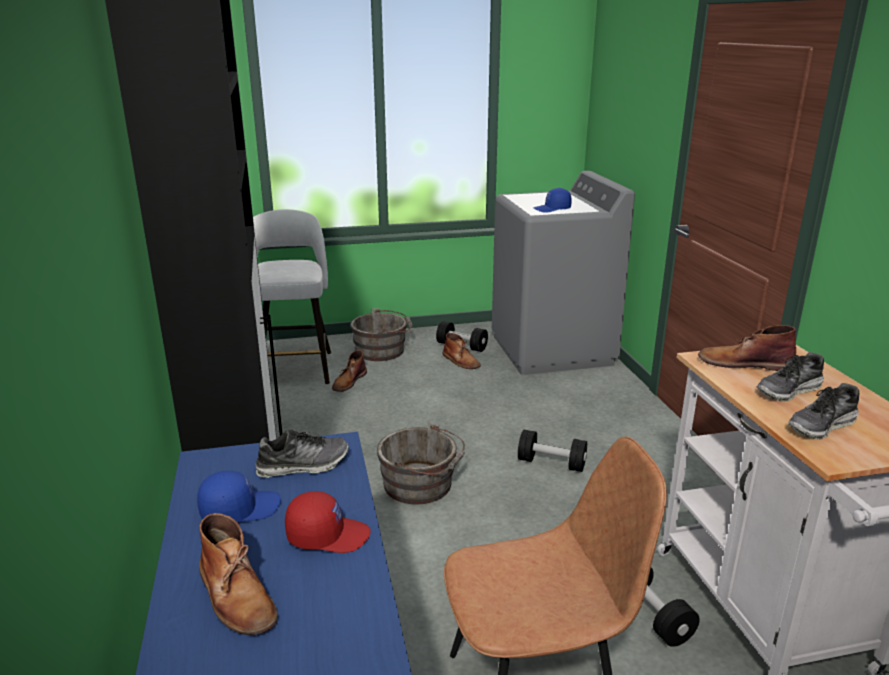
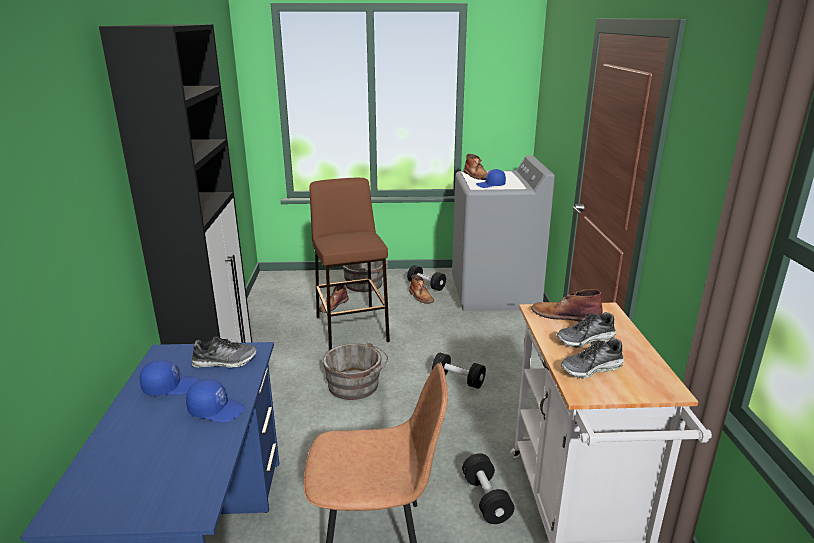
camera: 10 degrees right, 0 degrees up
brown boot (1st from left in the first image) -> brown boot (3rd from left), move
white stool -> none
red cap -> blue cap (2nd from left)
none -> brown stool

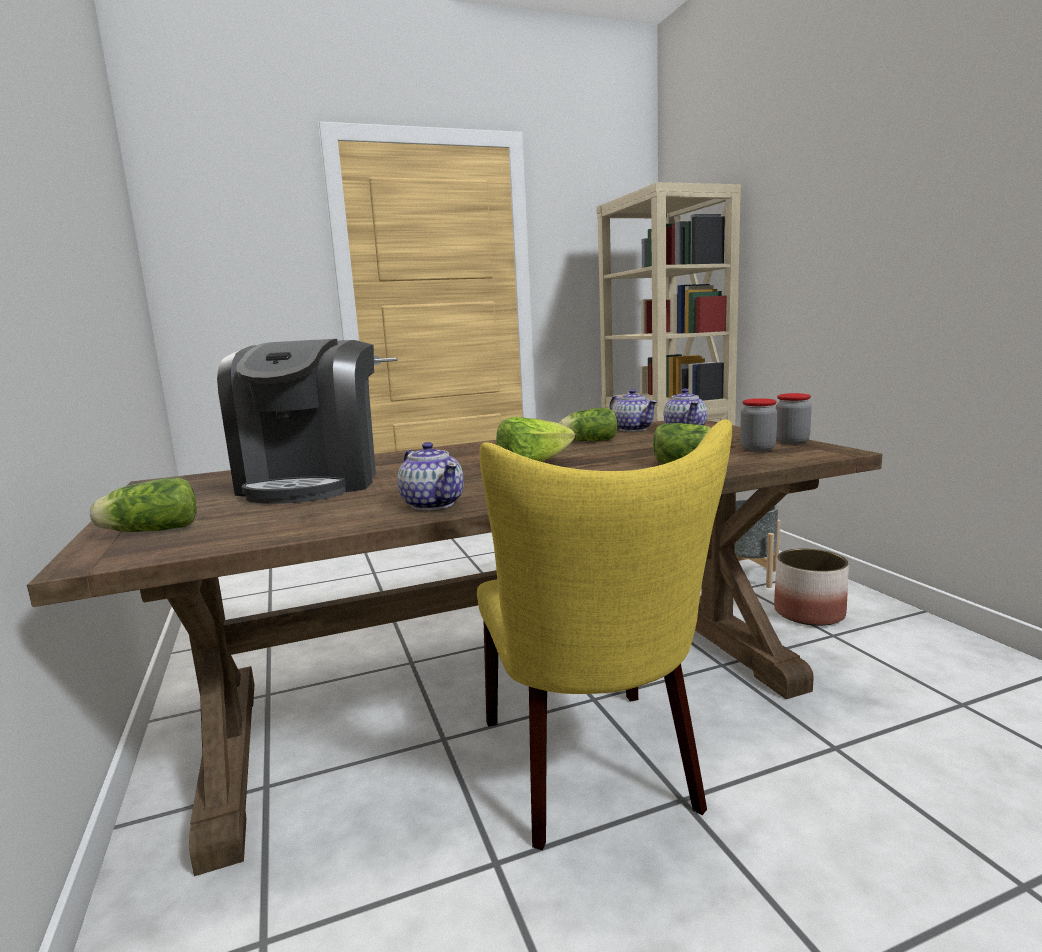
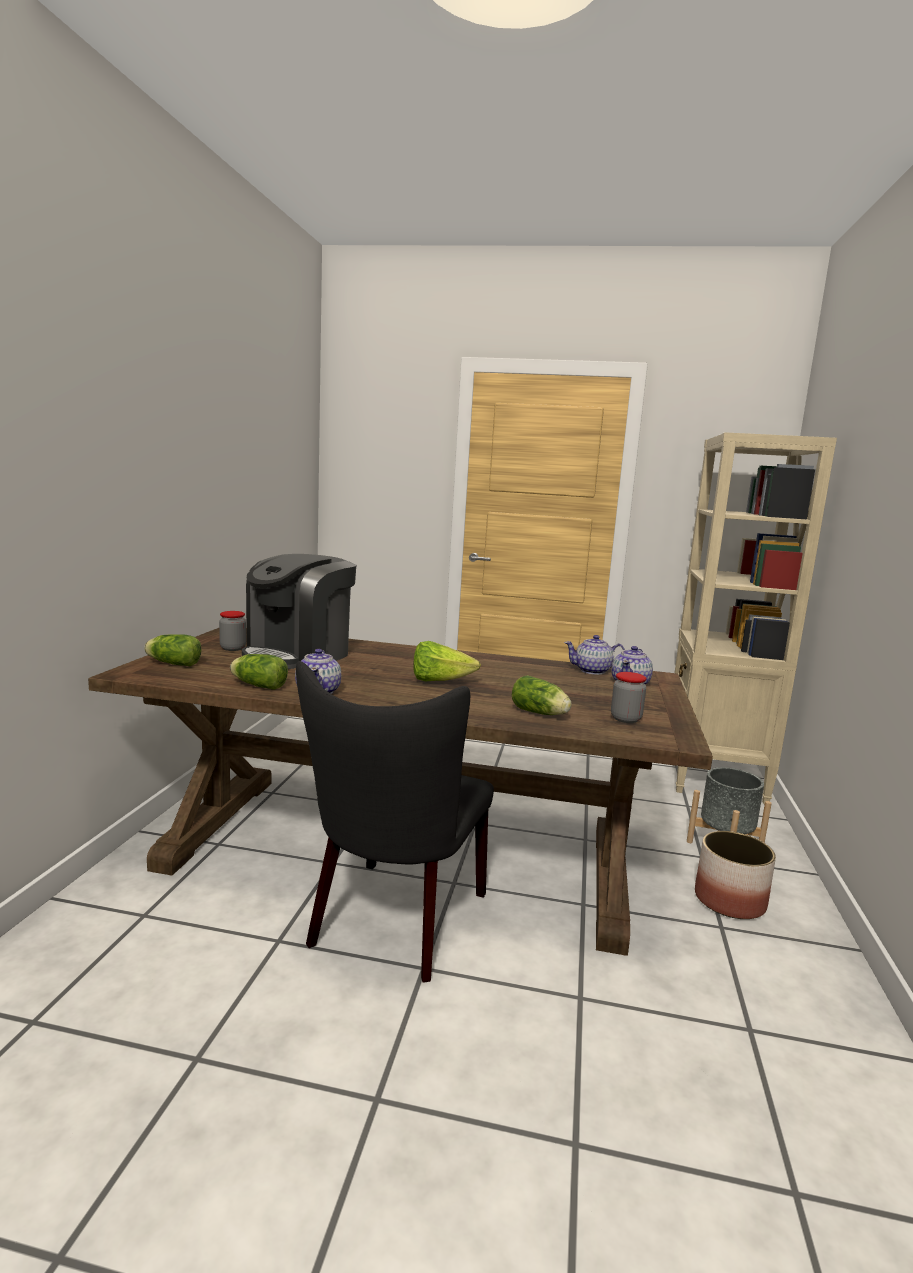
camera: 30 degrees right, 0 degrees up
yellow chair -> black chair
lettuce (3rd from left in the first image) -> lettuce (2nd from left), move
teapot (2nd from left), 90 degrees clockwise
jar (2nd from left in the first image) -> jar (1st from left), move

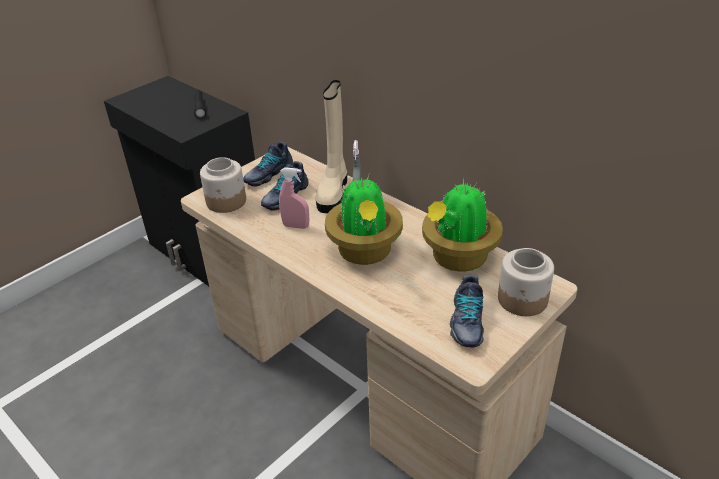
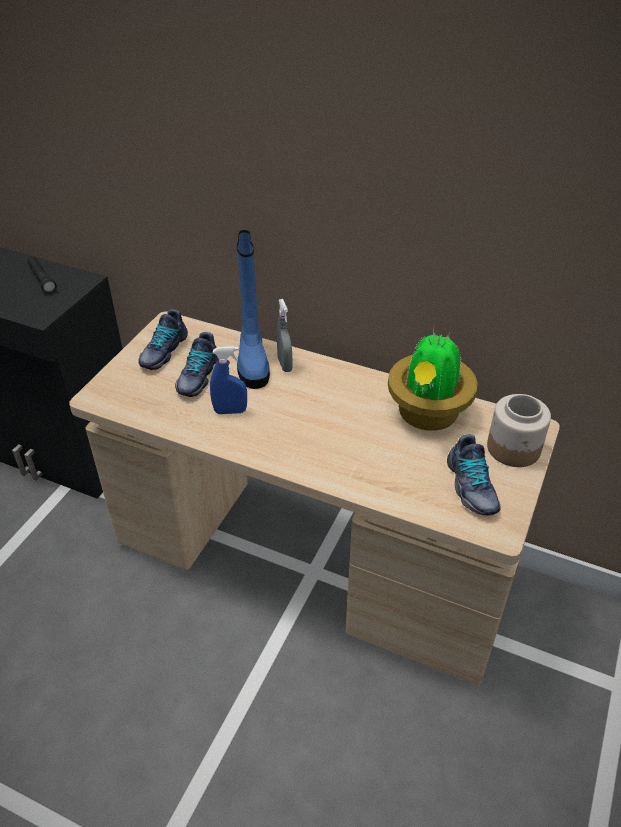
camera: 20 degrees left, 5 degrees up
jar (1st from left) -> none
pink spray bottle -> blue spray bottle
beige boot -> blue boot
potted plant (1st from left) -> none

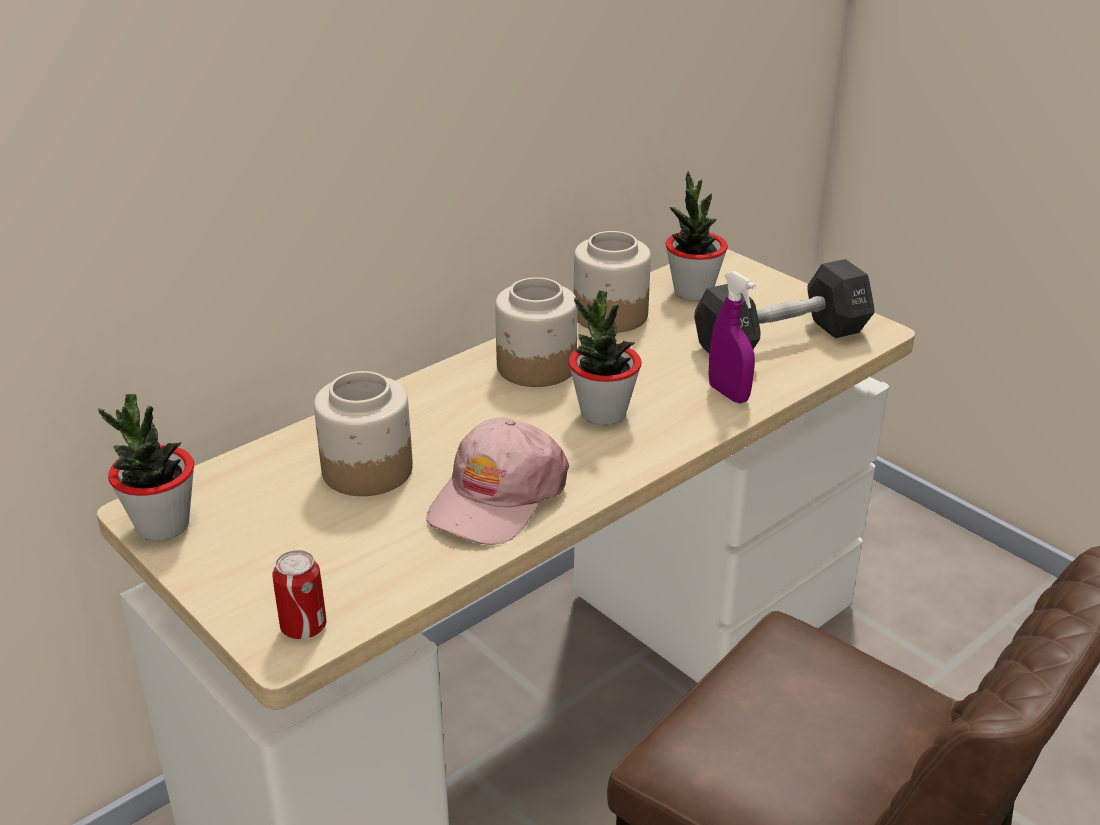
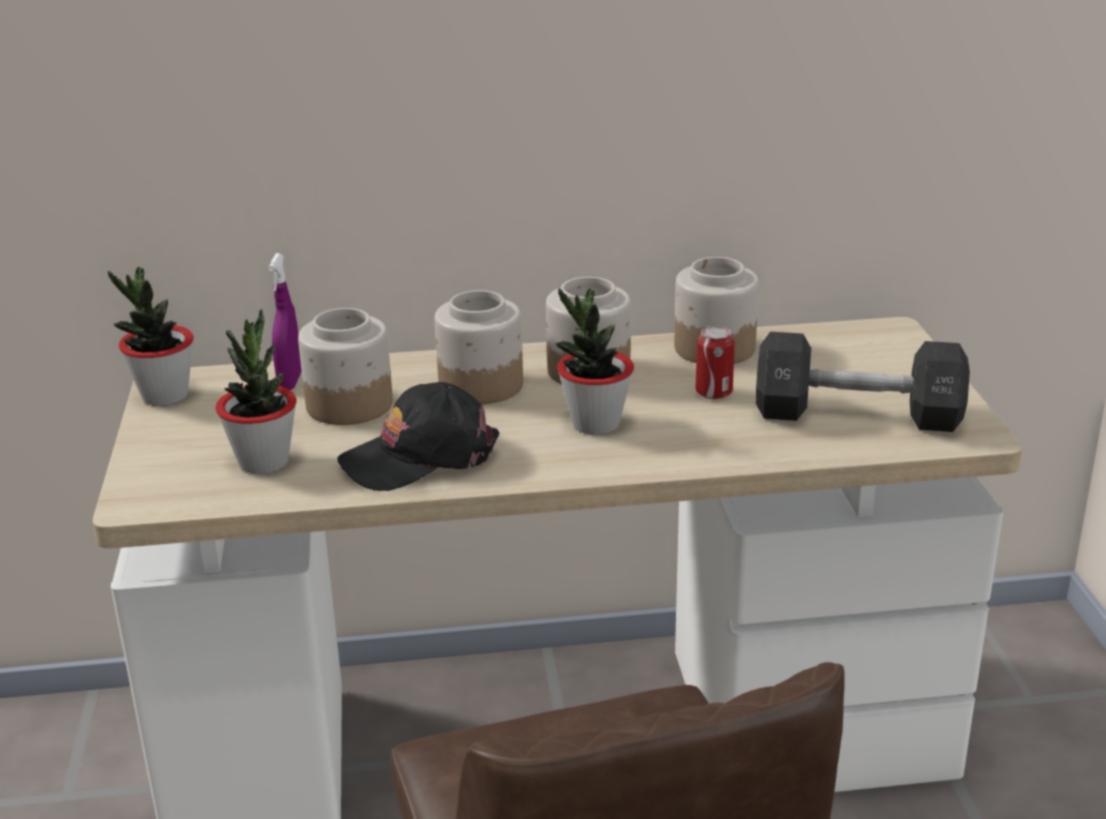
camera: 35 degrees right, 5 degrees down
can, move
pink cap -> black cap
potted plant (3rd from left in the first image) -> potted plant (2nd from left), move
purple spray bottle, move
none -> jar (2nd from left)

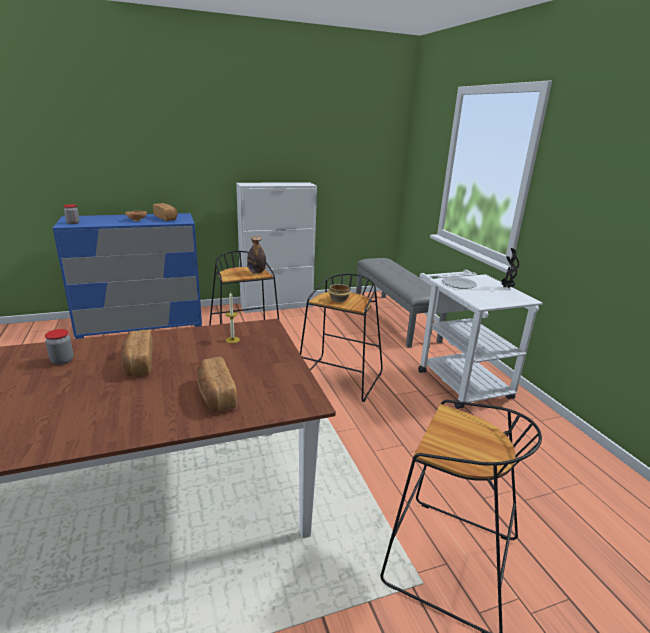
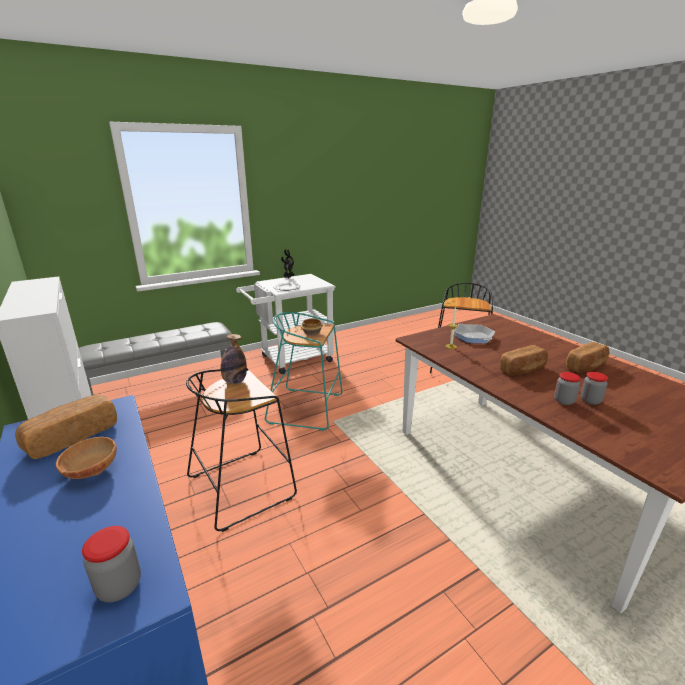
camera: 100 degrees left, 0 degrees up
bread (3rd from left), move
black stool (2nd from left) -> turquoise stool
none -> frying pan
none -> jar (3rd from left)

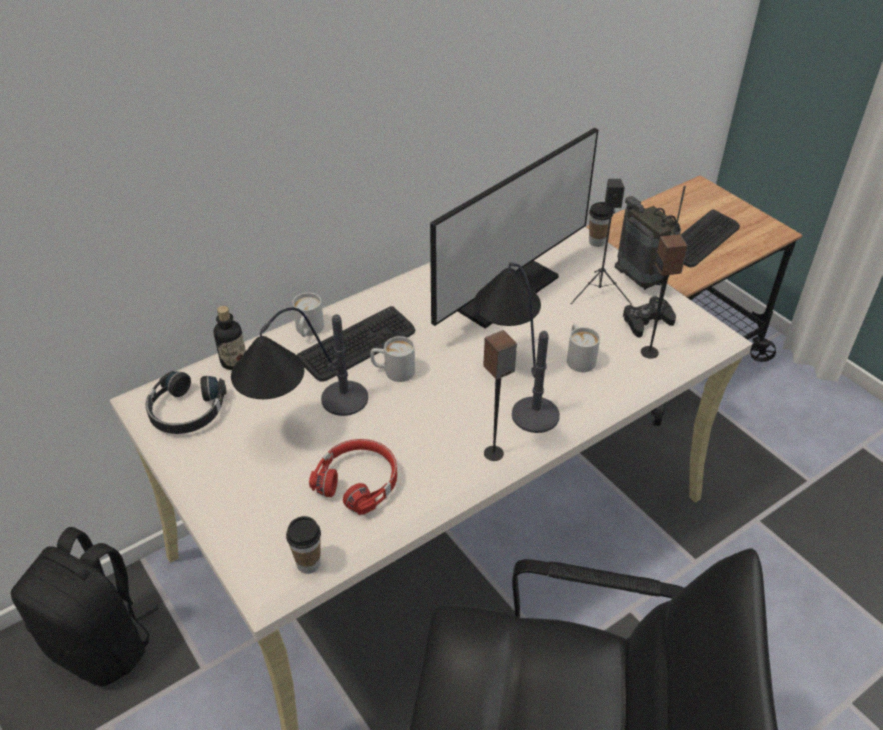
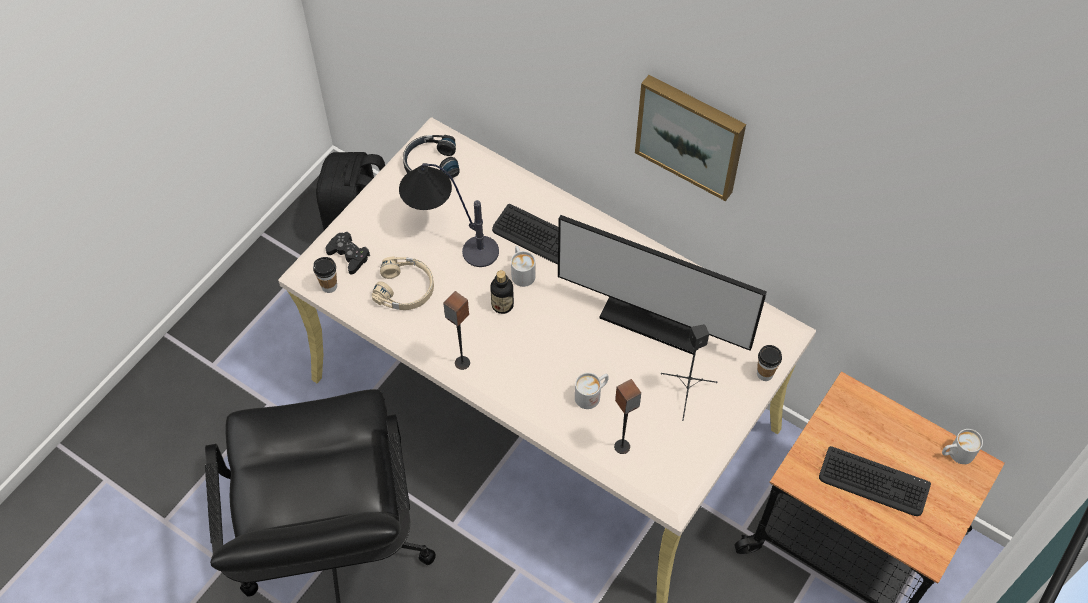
camera: 70 degrees right, 15 degrees up
bottle, move
white mug (1st from left in the first image) -> white mug (3rd from left), move
red headphones -> beige headphones
table lamp (2nd from left) -> none
radio -> none
black game controller, move
none -> picture

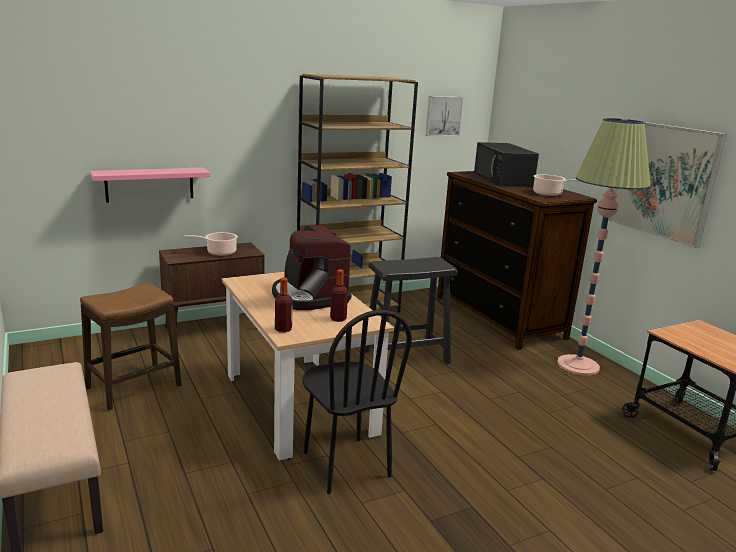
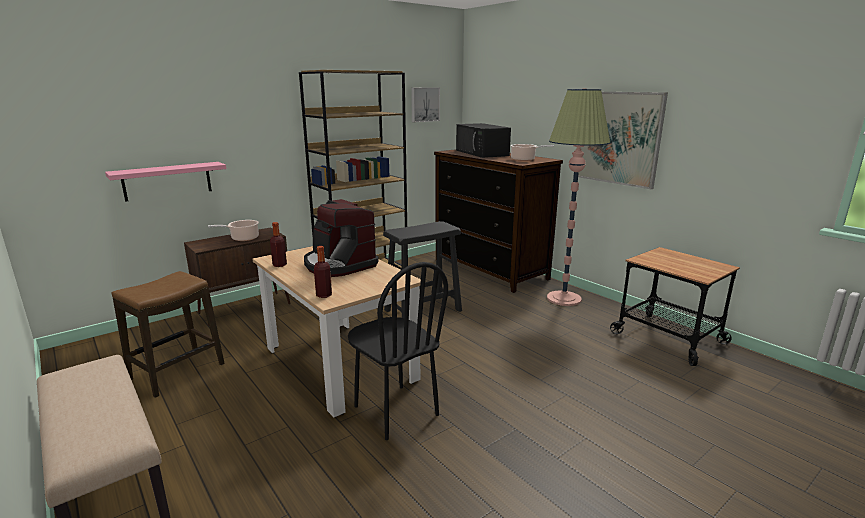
camera: 10 degrees left, 0 degrees up
bottle (2nd from left in the first image) -> bottle (1st from left), move

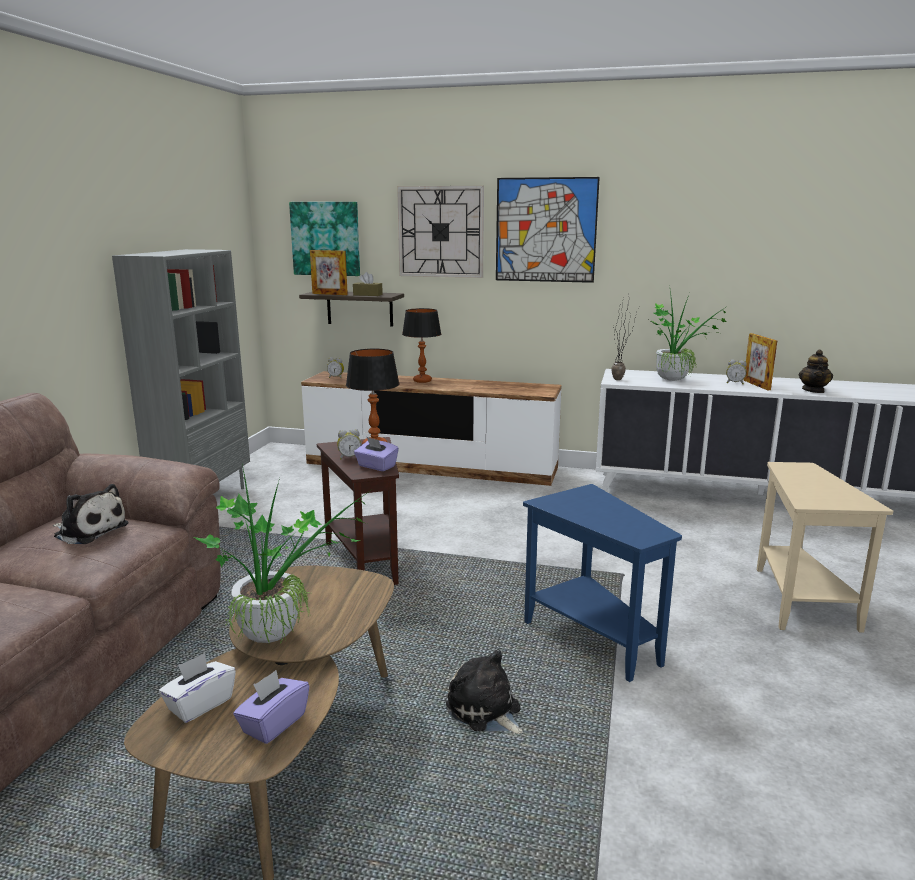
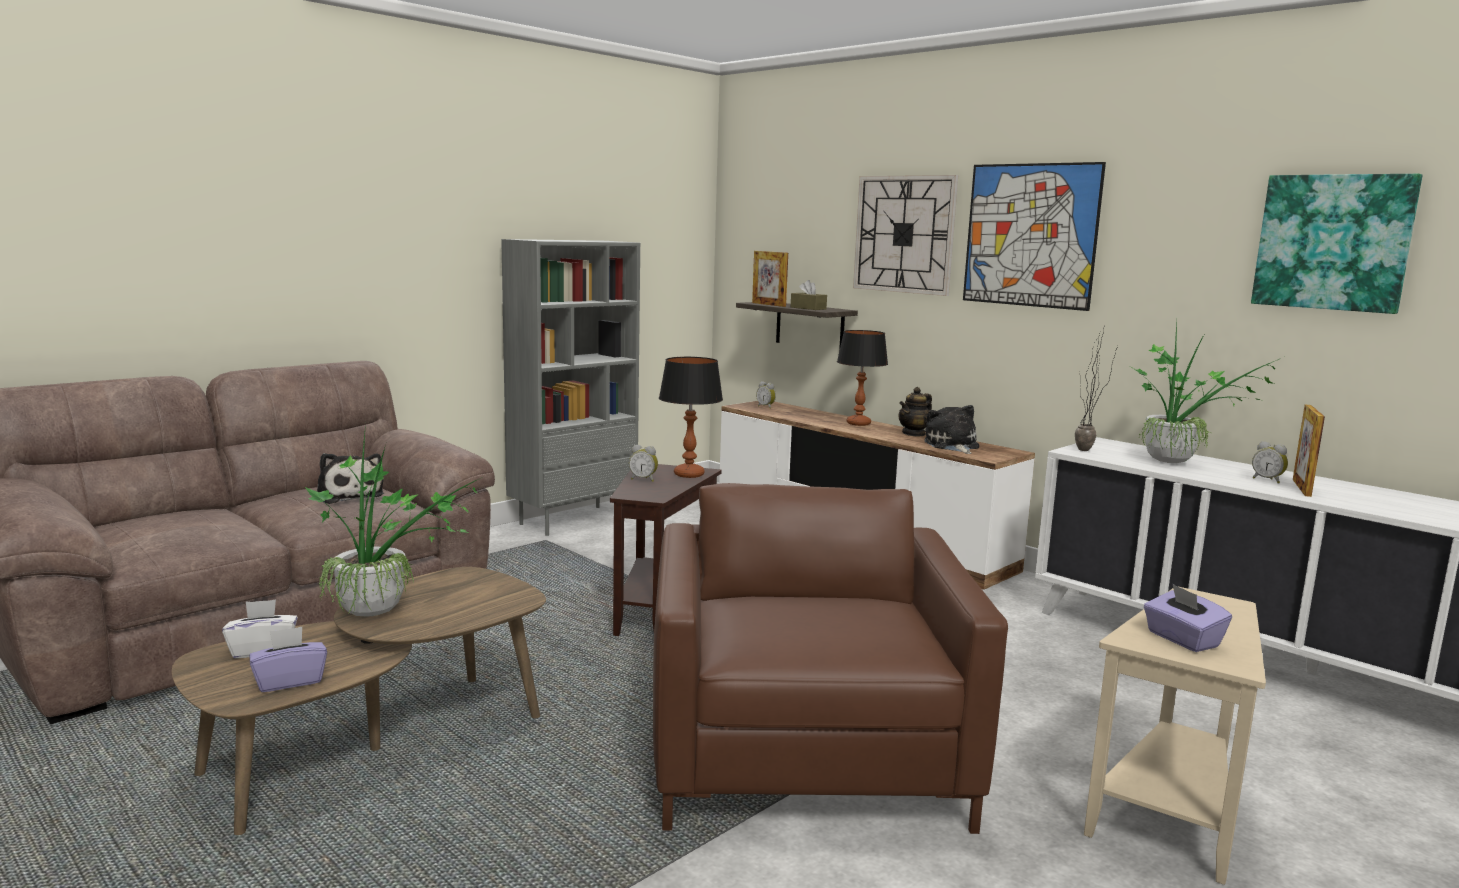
camera: 30 degrees right, 5 degrees down
picture (1st from left in the first image) -> picture (2nd from left), move
purple tissue box (2nd from left), move
plush toy (2nd from left), move
blue side table -> brown armchair
teapot, move

